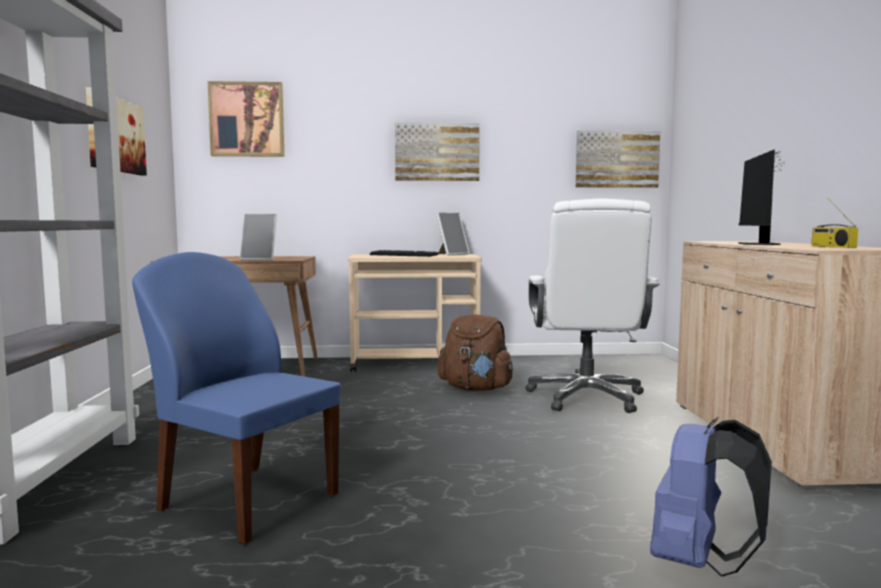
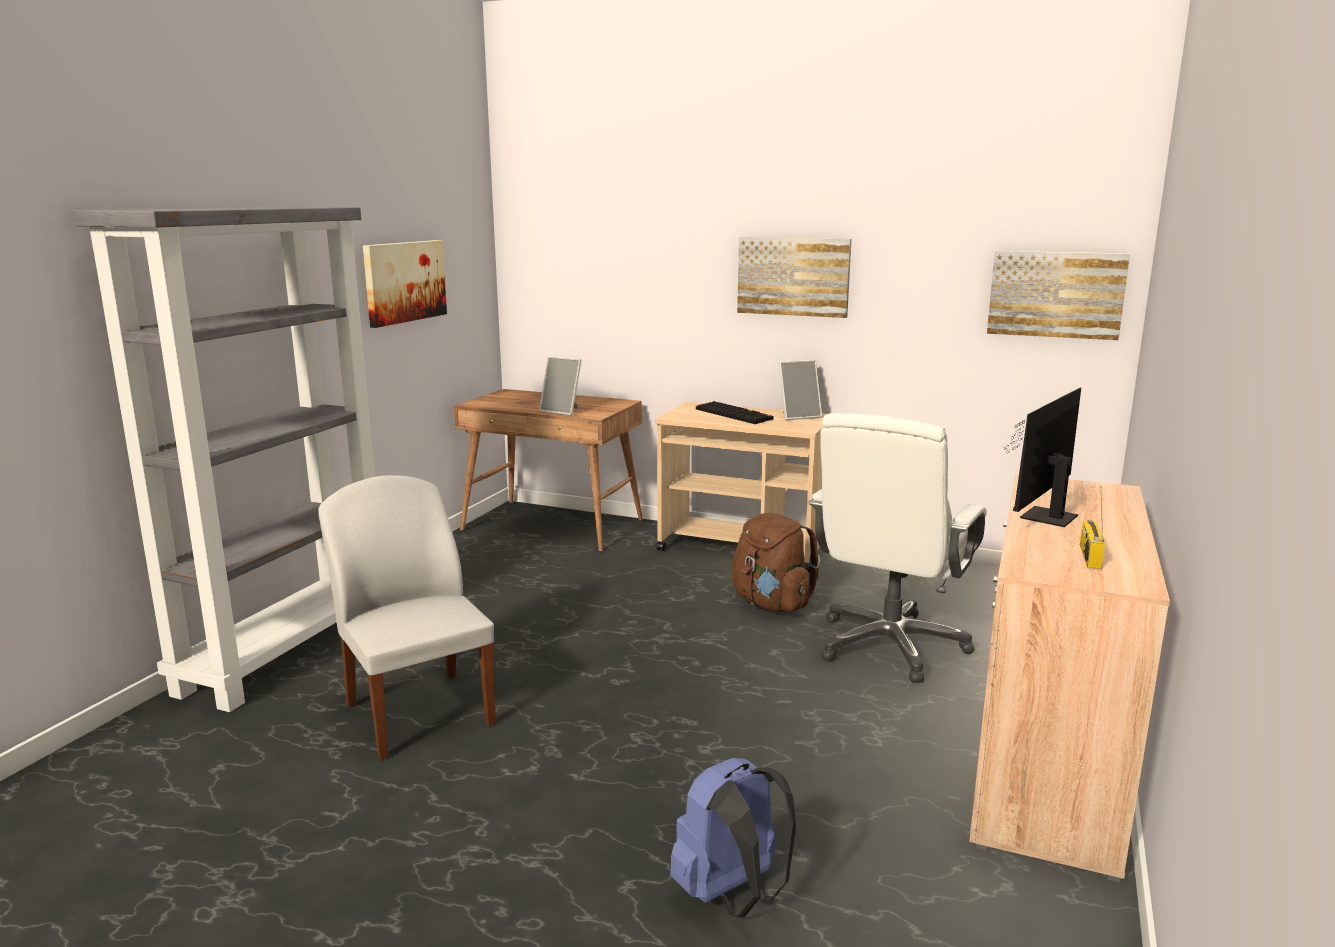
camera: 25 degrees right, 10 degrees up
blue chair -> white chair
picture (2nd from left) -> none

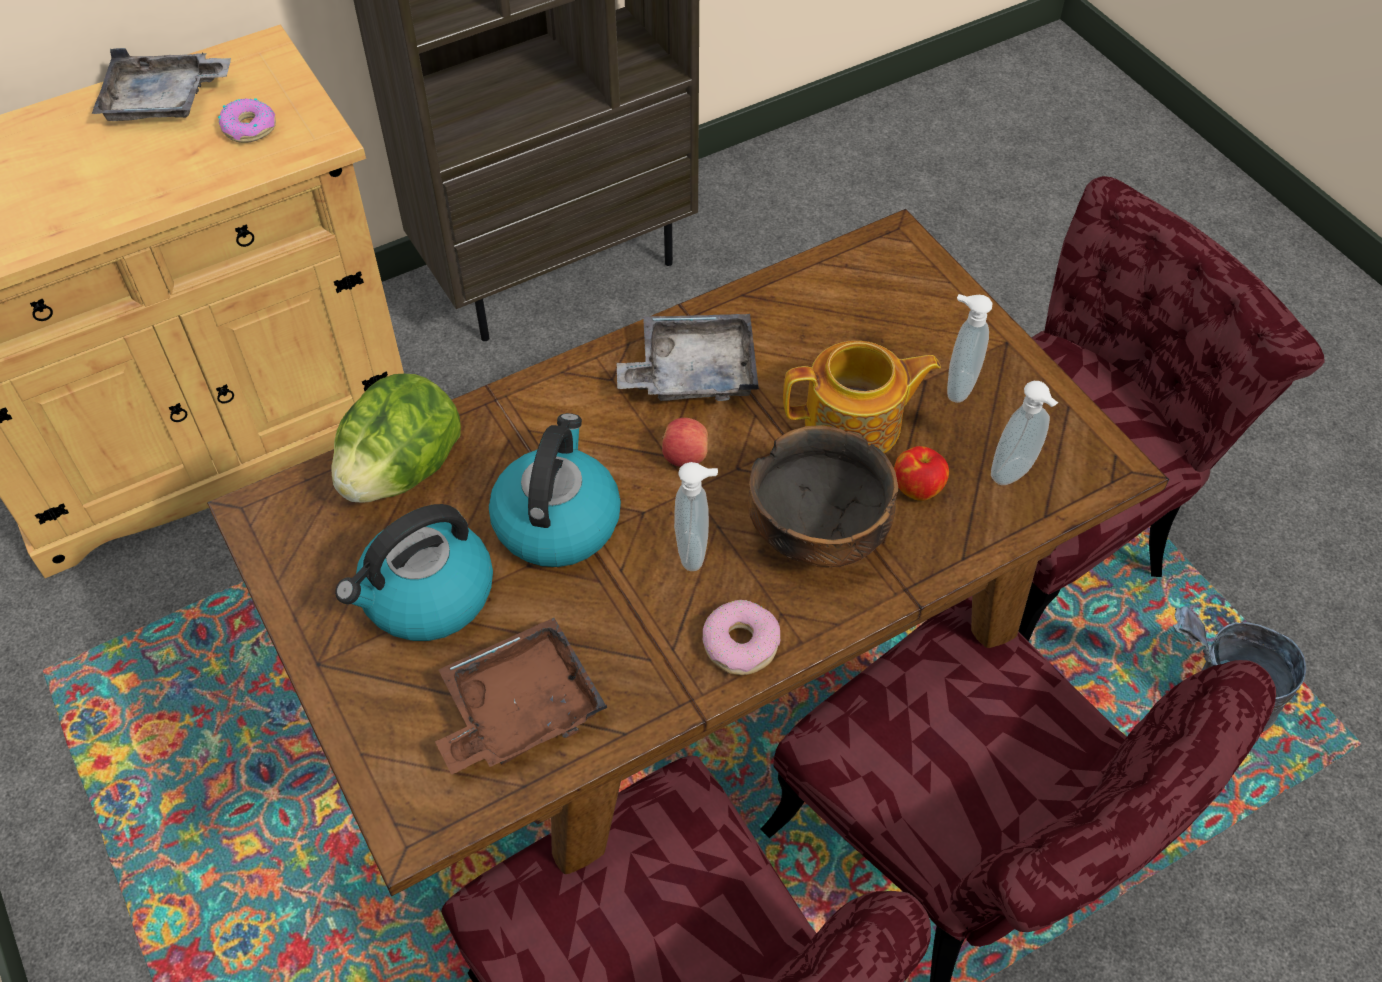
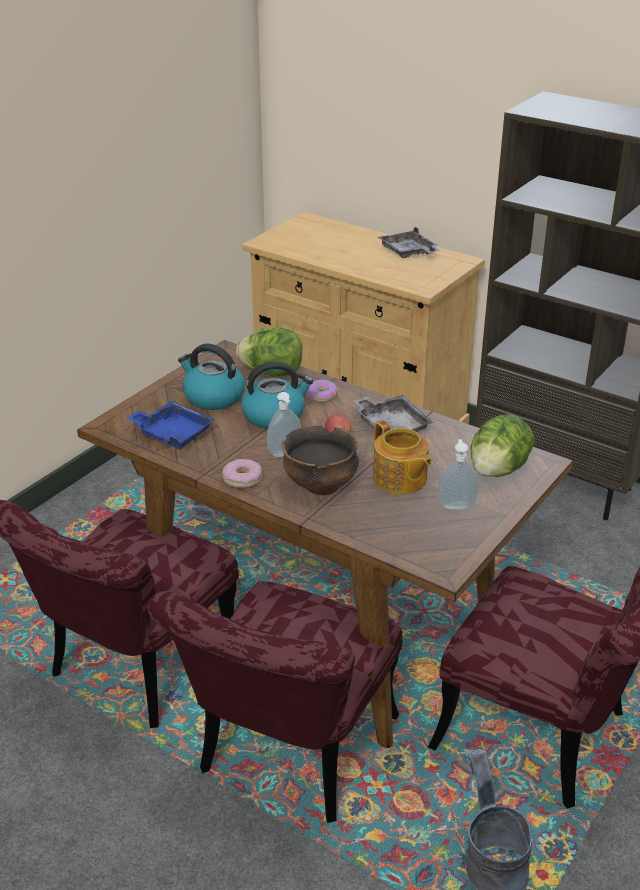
camera: 65 degrees right, 20 degrees down
donut (1st from left in the first image) -> donut (2nd from left), move
brown tray -> blue tray
apple (2nd from left) -> none
soap dispenser (3rd from left) -> none
none -> lettuce (2nd from left)

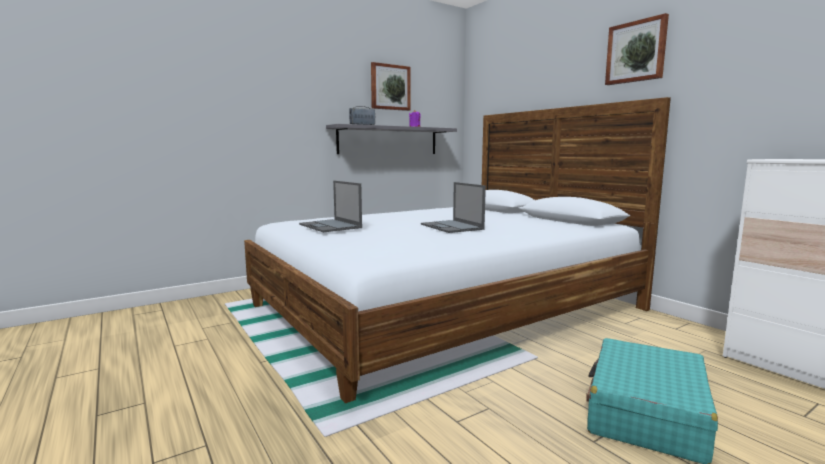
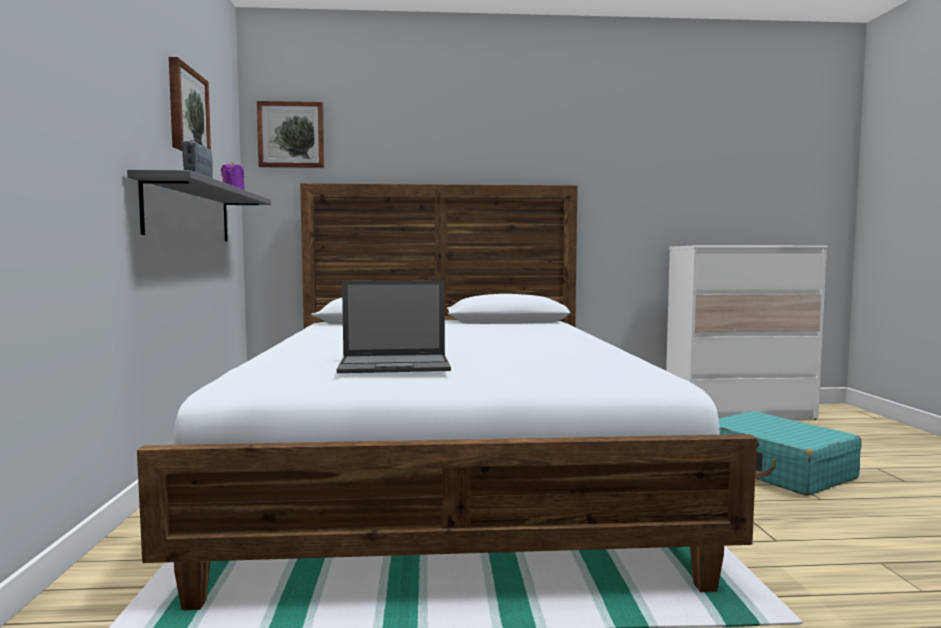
camera: 60 degrees left, 5 degrees down
laptop (2nd from left) -> none
picture (2nd from left), move

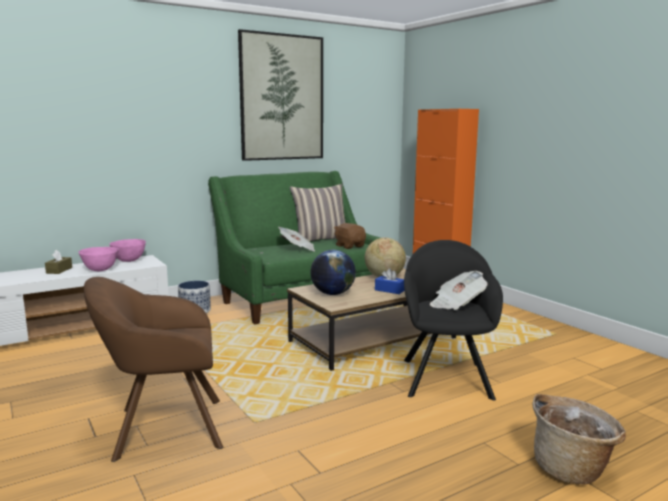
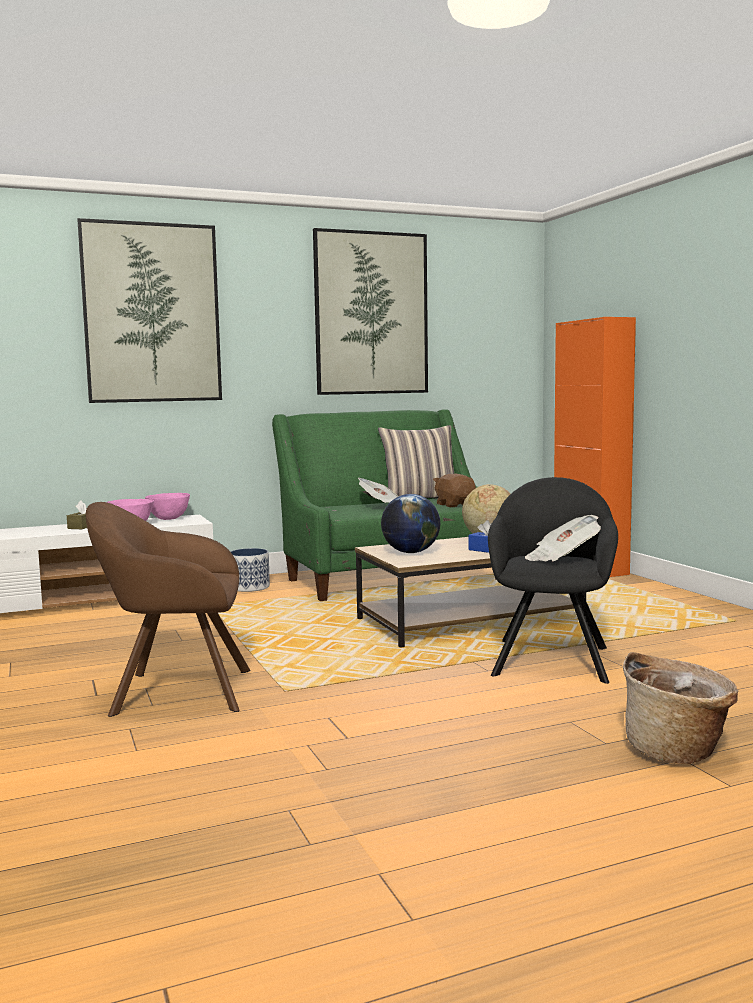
camera: 10 degrees right, 5 degrees down
none -> picture (1st from left)

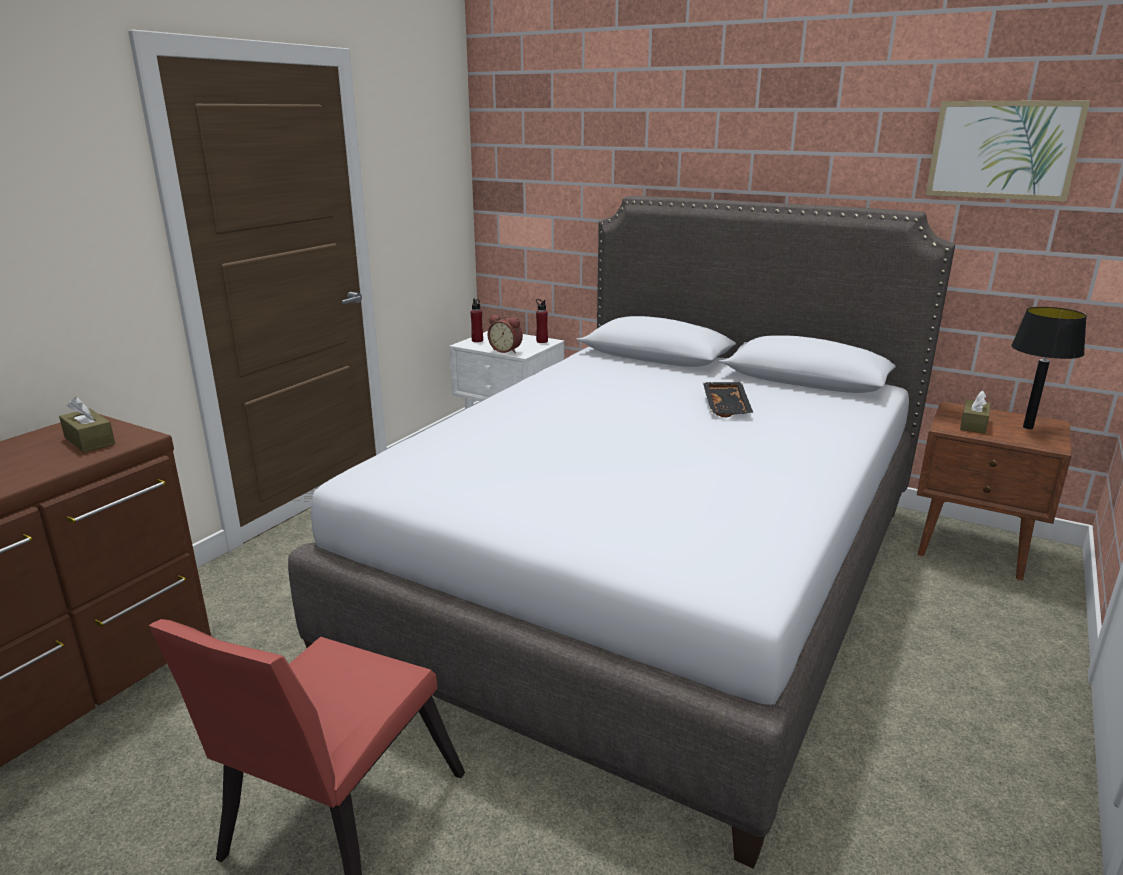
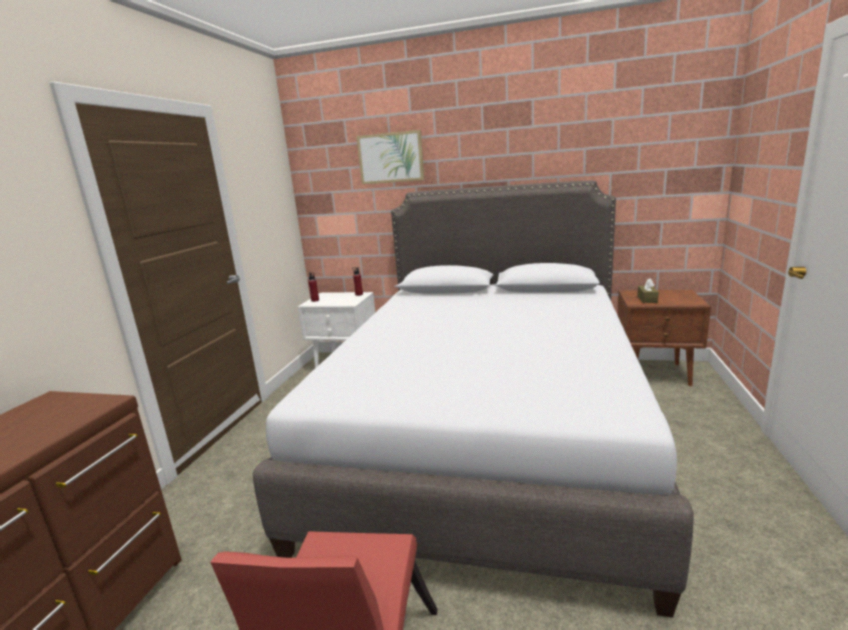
camera: 15 degrees left, 5 degrees down
brown tissue box (1st from left) -> none
alarm clock -> none
black tray -> none
picture, move
black table lamp -> none

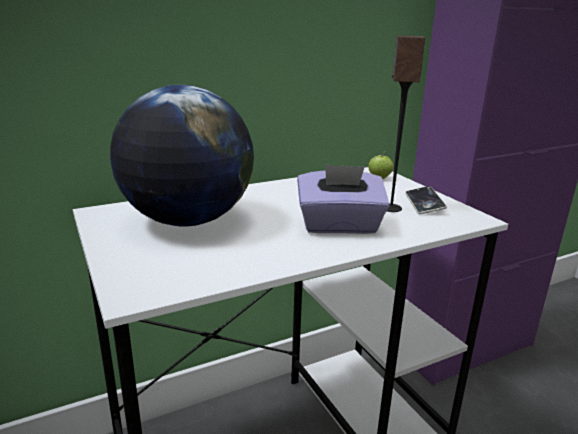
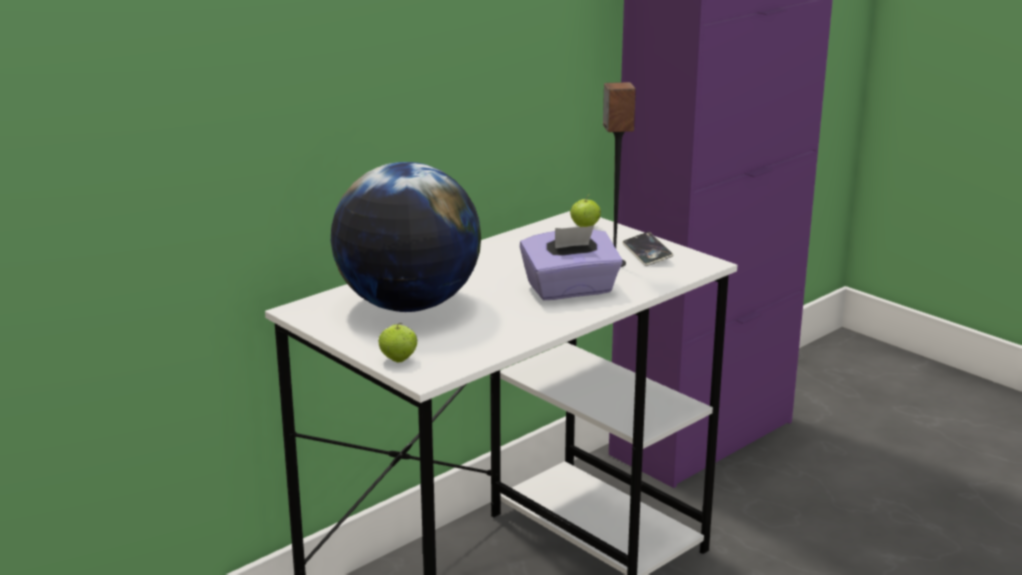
camera: 15 degrees left, 0 degrees up
none -> apple (1st from left)

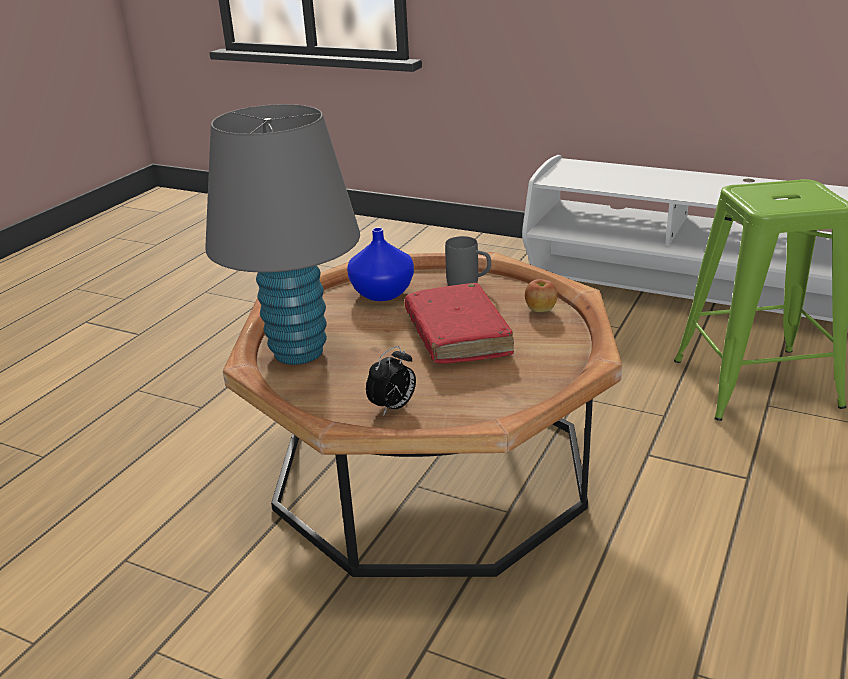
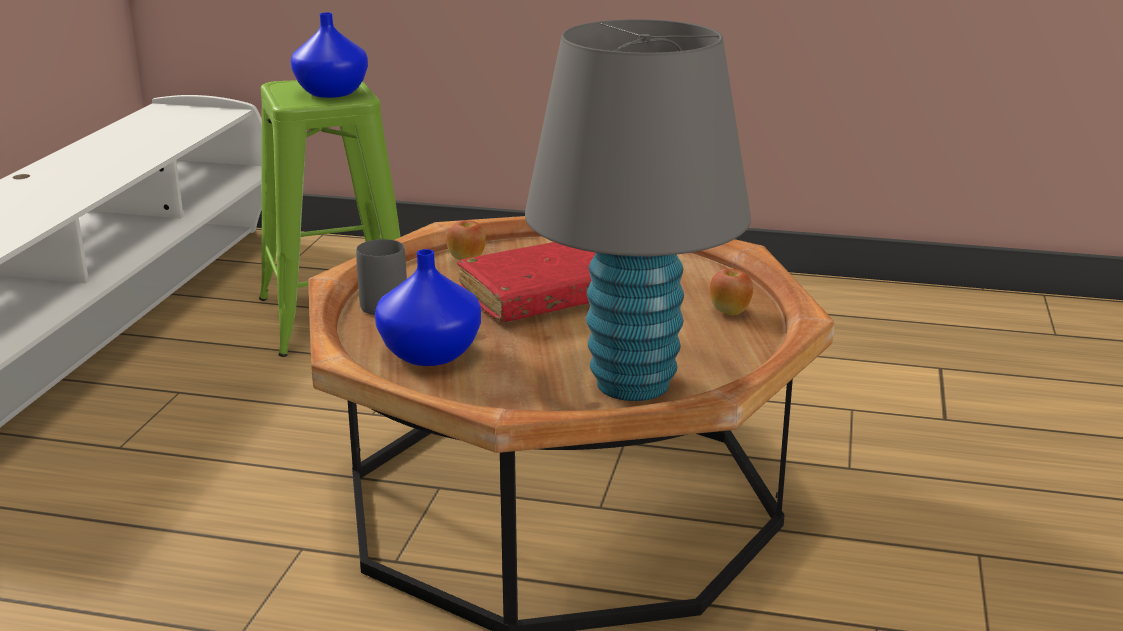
camera: 105 degrees left, 5 degrees down
alarm clock -> apple (2nd from left)
none -> blue vase (1st from left)

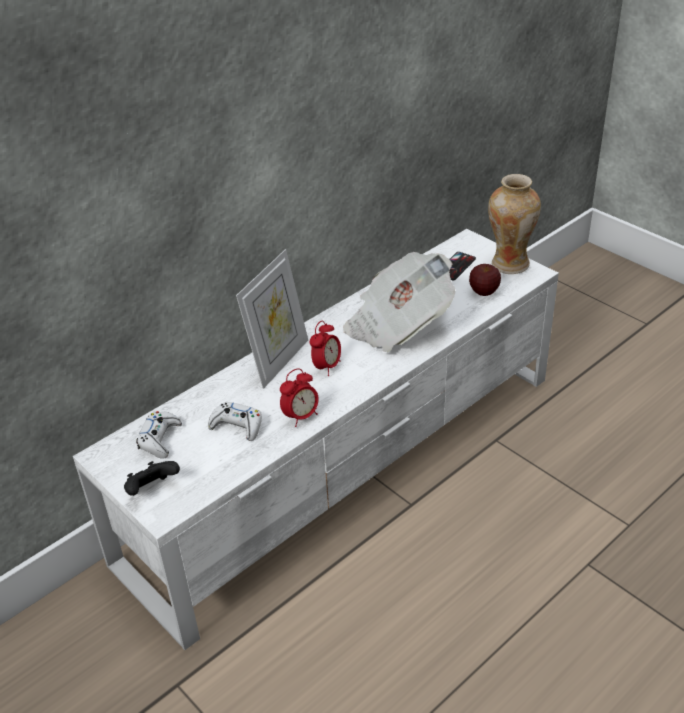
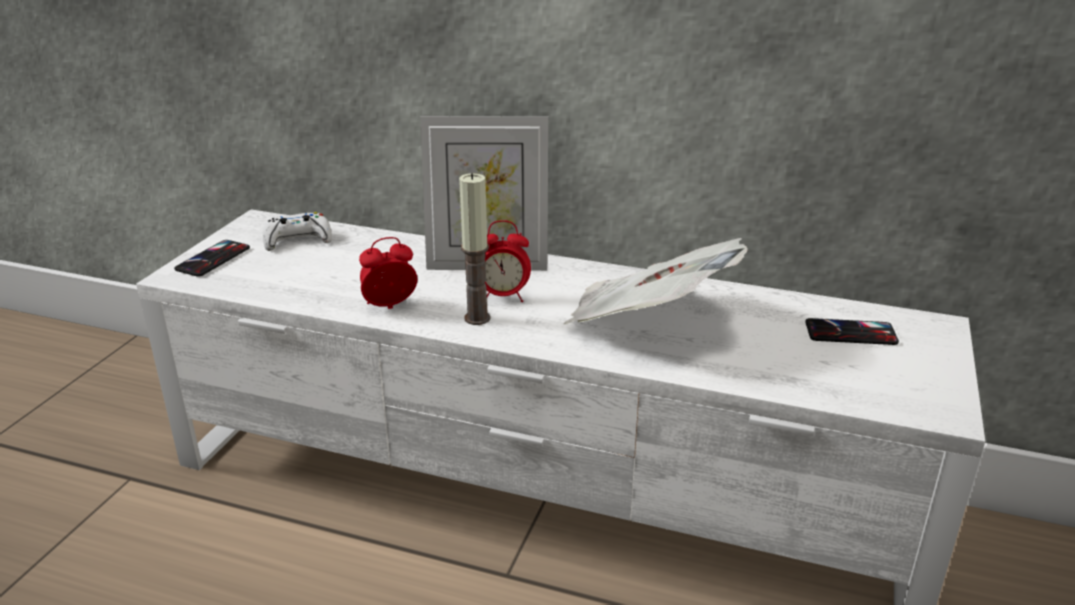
camera: 60 degrees right, 10 degrees down
black game controller -> phone (1st from left)
white game controller (2nd from left) -> none
alarm clock (1st from left), 135 degrees clockwise
apple -> none
vase -> none
none -> candle

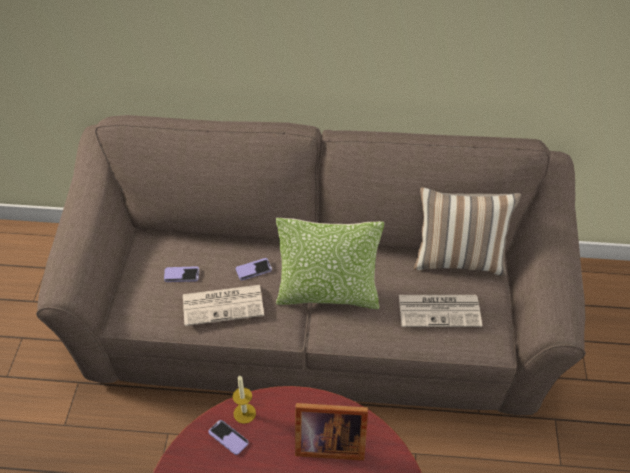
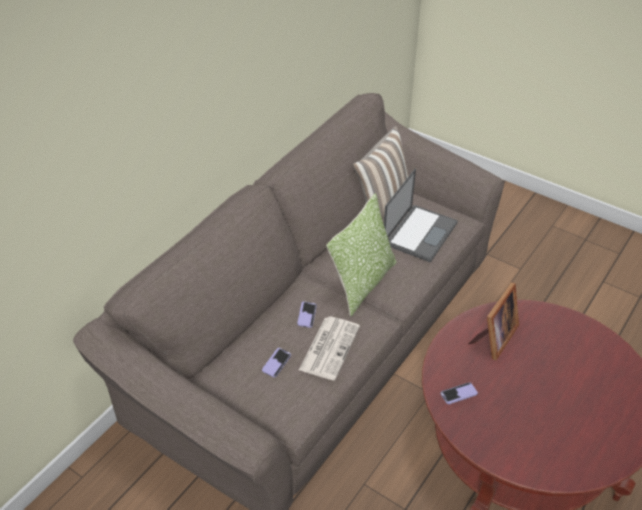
camera: 60 degrees left, 5 degrees down
candle -> none
newspaper (2nd from left) -> laptop

